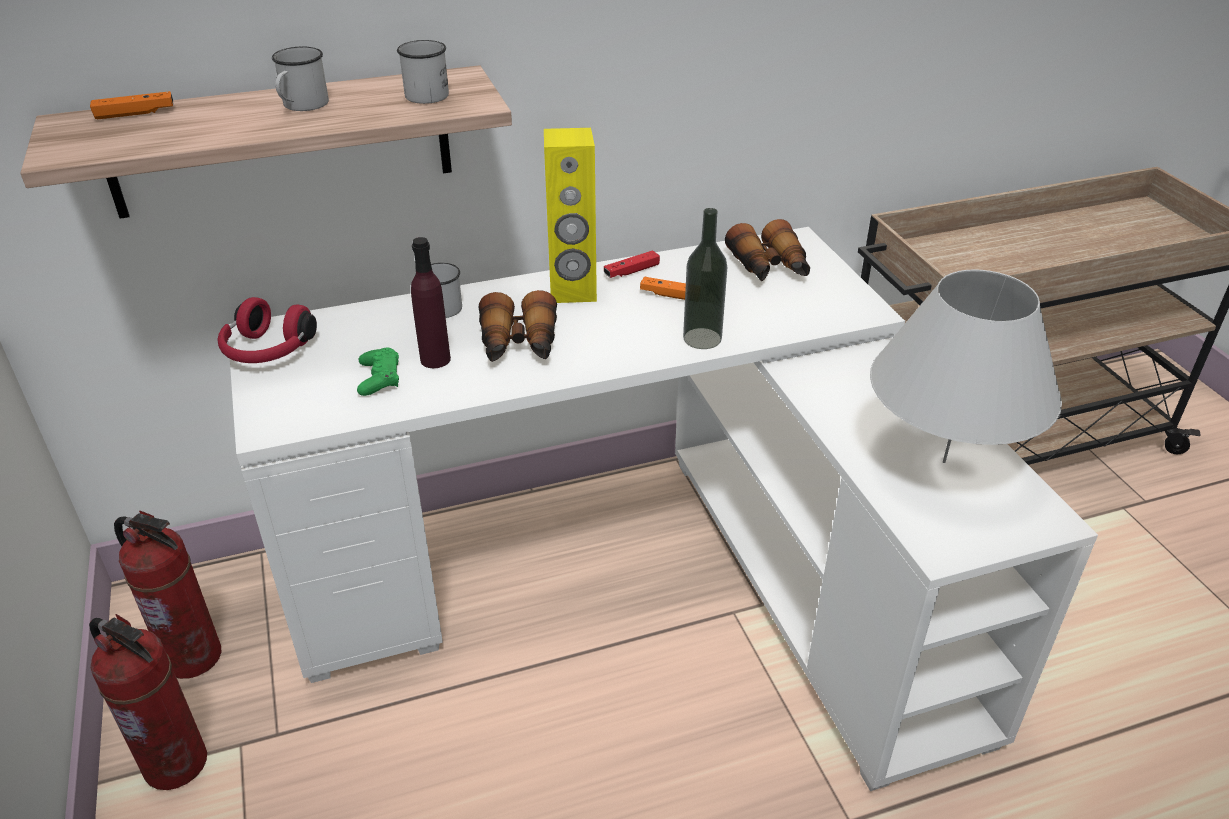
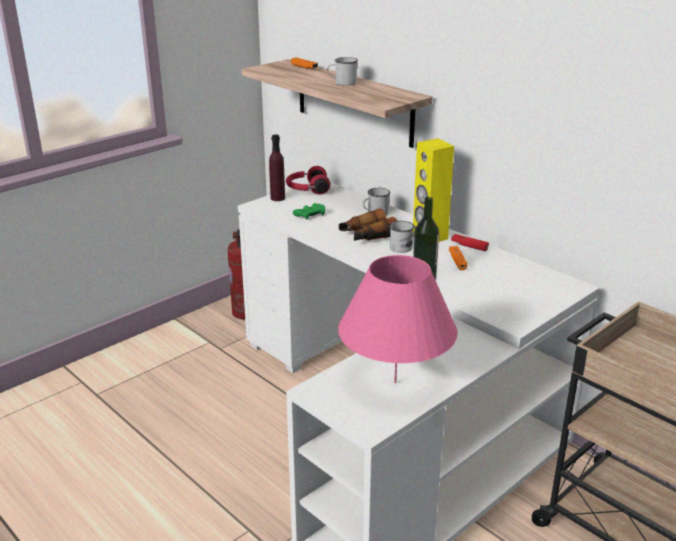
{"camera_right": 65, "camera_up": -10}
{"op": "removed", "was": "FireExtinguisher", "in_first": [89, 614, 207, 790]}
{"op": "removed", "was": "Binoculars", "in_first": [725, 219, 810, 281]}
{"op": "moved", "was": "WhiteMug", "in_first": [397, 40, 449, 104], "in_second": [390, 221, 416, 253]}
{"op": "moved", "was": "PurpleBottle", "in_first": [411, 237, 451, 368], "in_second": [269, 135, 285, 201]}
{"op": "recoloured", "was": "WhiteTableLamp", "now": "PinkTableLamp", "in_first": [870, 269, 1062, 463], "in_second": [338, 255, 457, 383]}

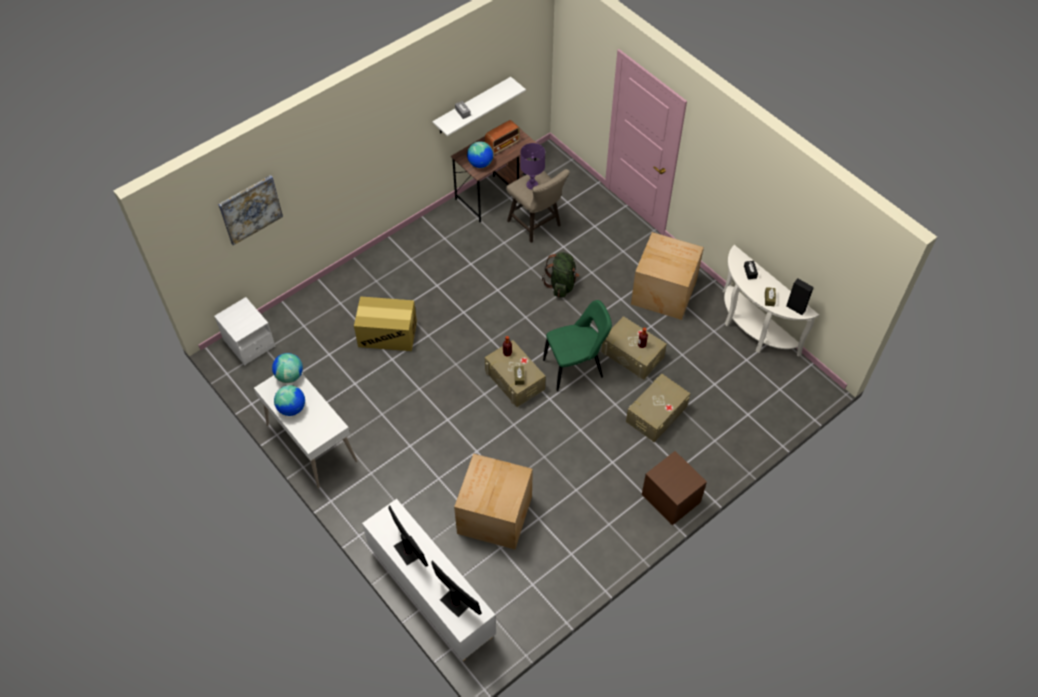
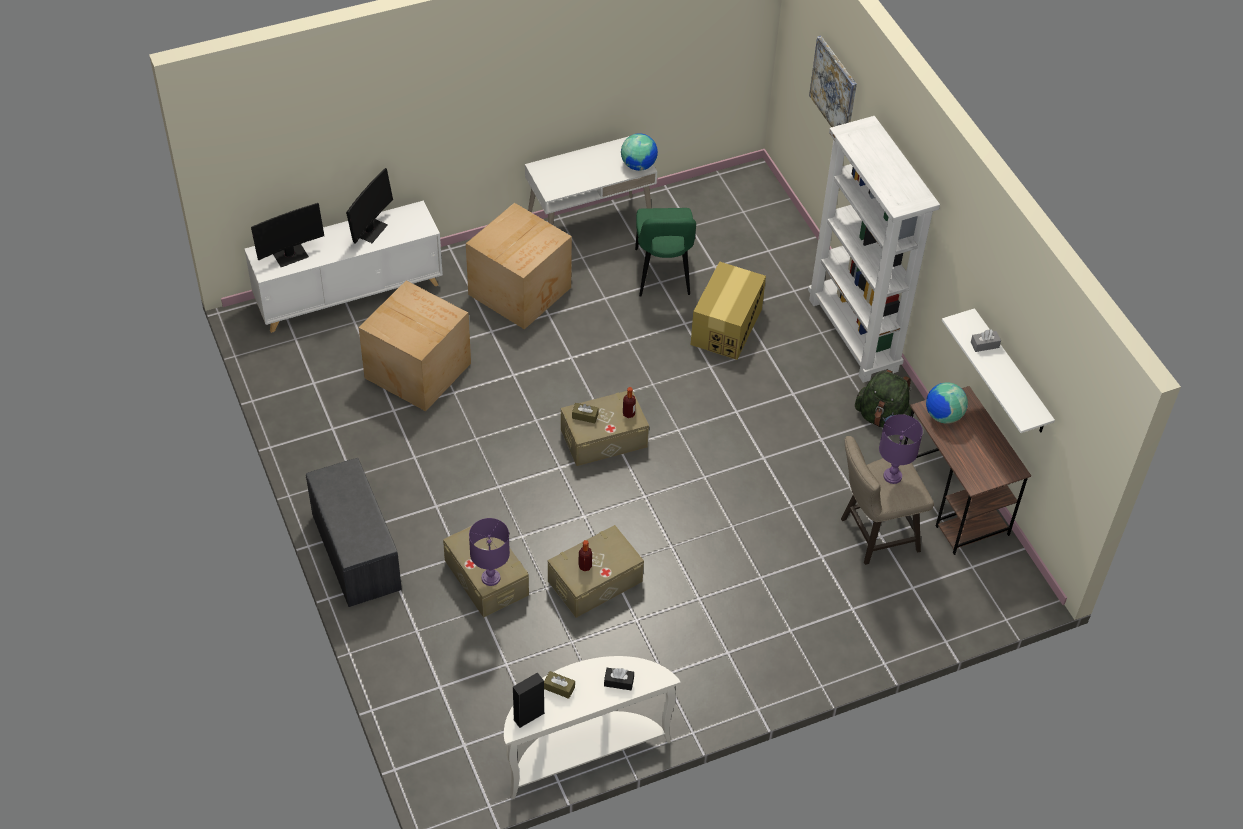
{"camera_right": 105, "camera_up": -5}
{"op": "removed", "was": "WhiteNightstand", "in_first": [214, 297, 275, 365]}
{"op": "removed", "was": "Globe", "in_first": [274, 385, 305, 416]}
{"op": "removed", "was": "Radio", "in_first": [485, 120, 520, 155]}
{"op": "added", "now": "PurpleTableLamp", "in_second": [469, 518, 510, 586]}
{"op": "added", "now": "WhiteBookcase", "in_second": [808, 116, 940, 383]}
{"op": "moved", "was": "GreenBackpack", "in_first": [542, 252, 579, 298], "in_second": [855, 370, 912, 428]}
{"op": "moved", "was": "GreenChair", "in_first": [543, 300, 612, 391], "in_second": [635, 208, 696, 297]}
{"op": "moved", "was": "CardboardBox", "in_first": [631, 232, 704, 320], "in_second": [466, 203, 572, 329]}
{"op": "replaced", "was": "BrownNightstand", "now": "GreyBench", "in_first": [642, 451, 707, 525], "in_second": [306, 458, 402, 607]}
{"op": "turned", "was": "Monitor", "in_first": [388, 506, 428, 567], "in_second": [346, 168, 393, 244], "clockwise": -45}

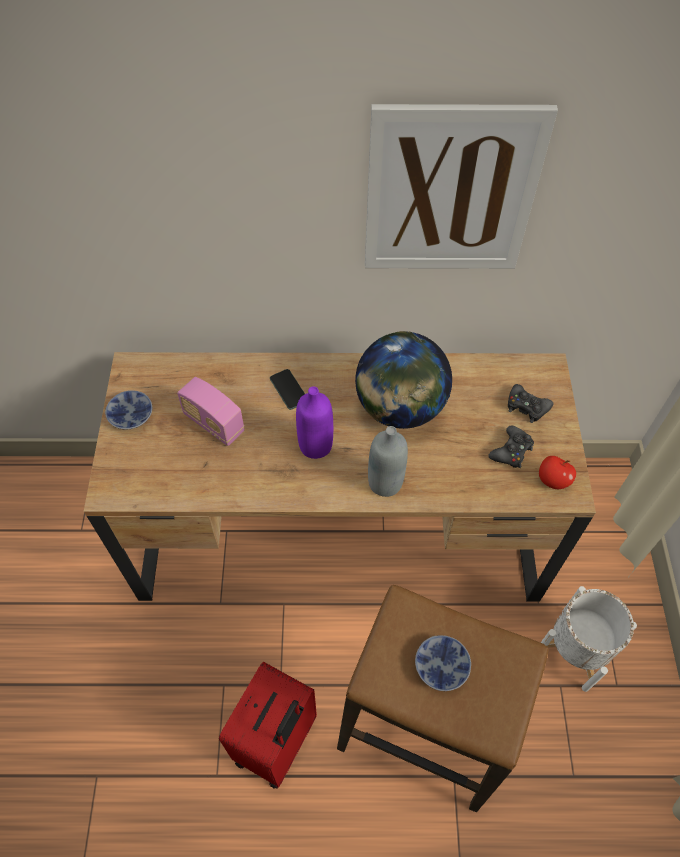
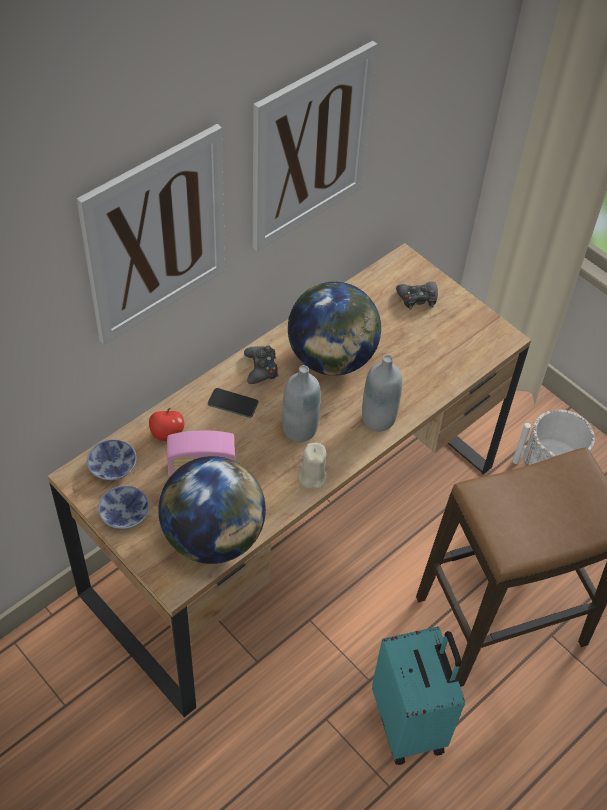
{"camera_right": -45, "camera_up": -5}
{"op": "added", "now": "Picture", "in_second": [77, 124, 225, 345]}
{"op": "added", "now": "Globe", "in_second": [158, 456, 266, 564]}
{"op": "added", "now": "BeigeCandle", "in_second": [298, 443, 327, 489]}
{"op": "moved", "was": "Bowl", "in_first": [415, 635, 471, 691], "in_second": [87, 439, 137, 480]}
{"op": "moved", "was": "BlackGameController", "in_first": [488, 425, 534, 468], "in_second": [244, 345, 279, 384]}
{"op": "moved", "was": "Apple", "in_first": [539, 456, 576, 489], "in_second": [149, 408, 184, 441]}
{"op": "recoloured", "was": "RedSuitcase", "now": "TurquoiseSuitcase", "in_first": [219, 662, 317, 789], "in_second": [372, 626, 465, 765]}
{"op": "recoloured", "was": "PurpleBottle", "now": "GreyBottle", "in_first": [296, 386, 333, 459], "in_second": [282, 365, 321, 442]}

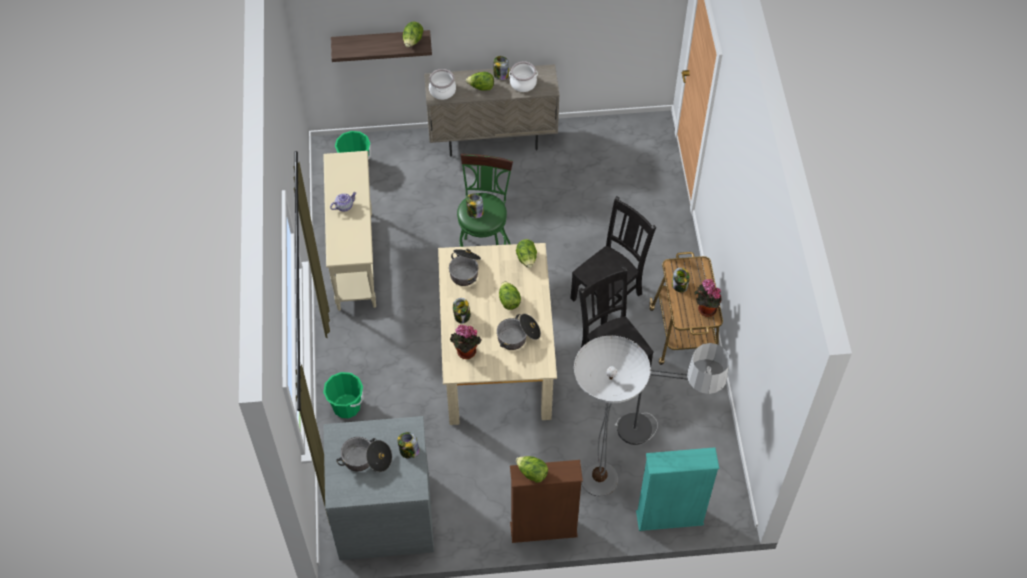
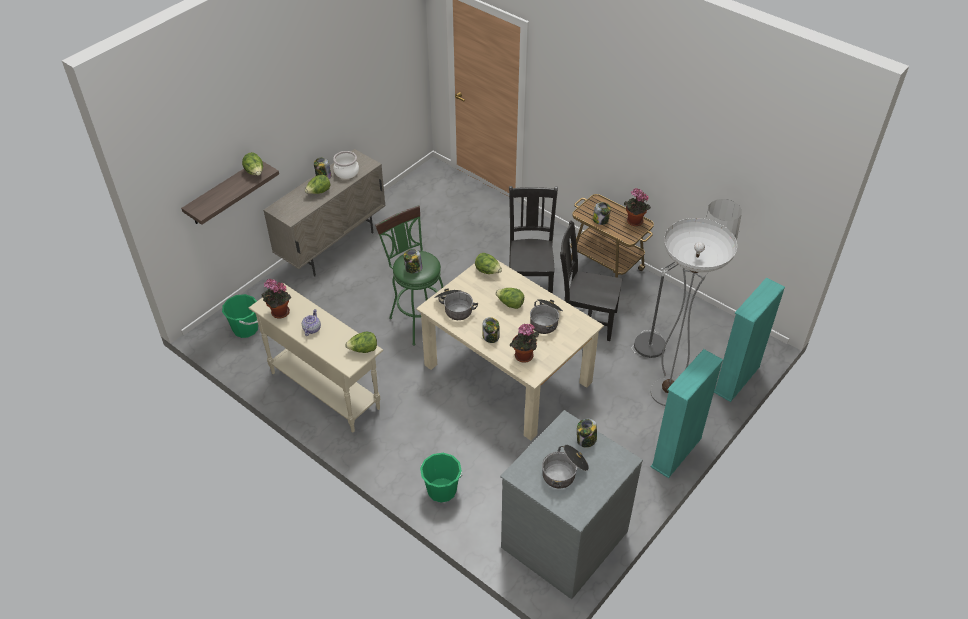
{"camera_right": -45, "camera_up": -10}
{"op": "removed", "was": "CookingPot", "in_first": [429, 69, 456, 100]}
{"op": "added", "now": "PottedPlant", "in_second": [261, 279, 292, 319]}
{"op": "moved", "was": "Lettuce", "in_first": [516, 456, 548, 483], "in_second": [345, 332, 377, 353]}
{"op": "recoloured", "was": "BrownBookcase", "now": "TurquoiseBookcase", "in_first": [510, 460, 583, 543], "in_second": [651, 349, 723, 478]}

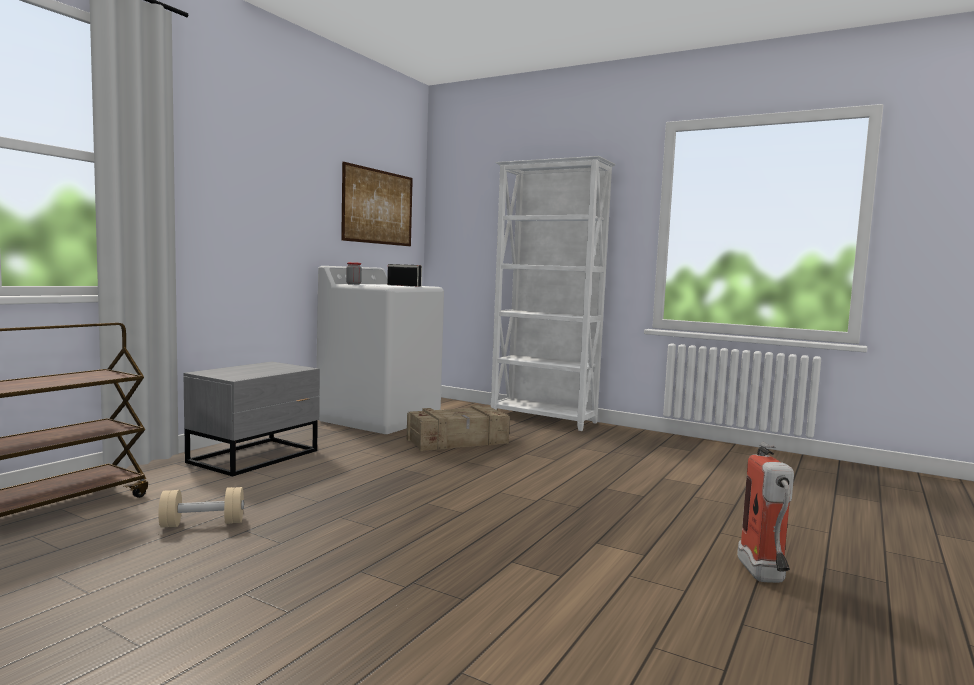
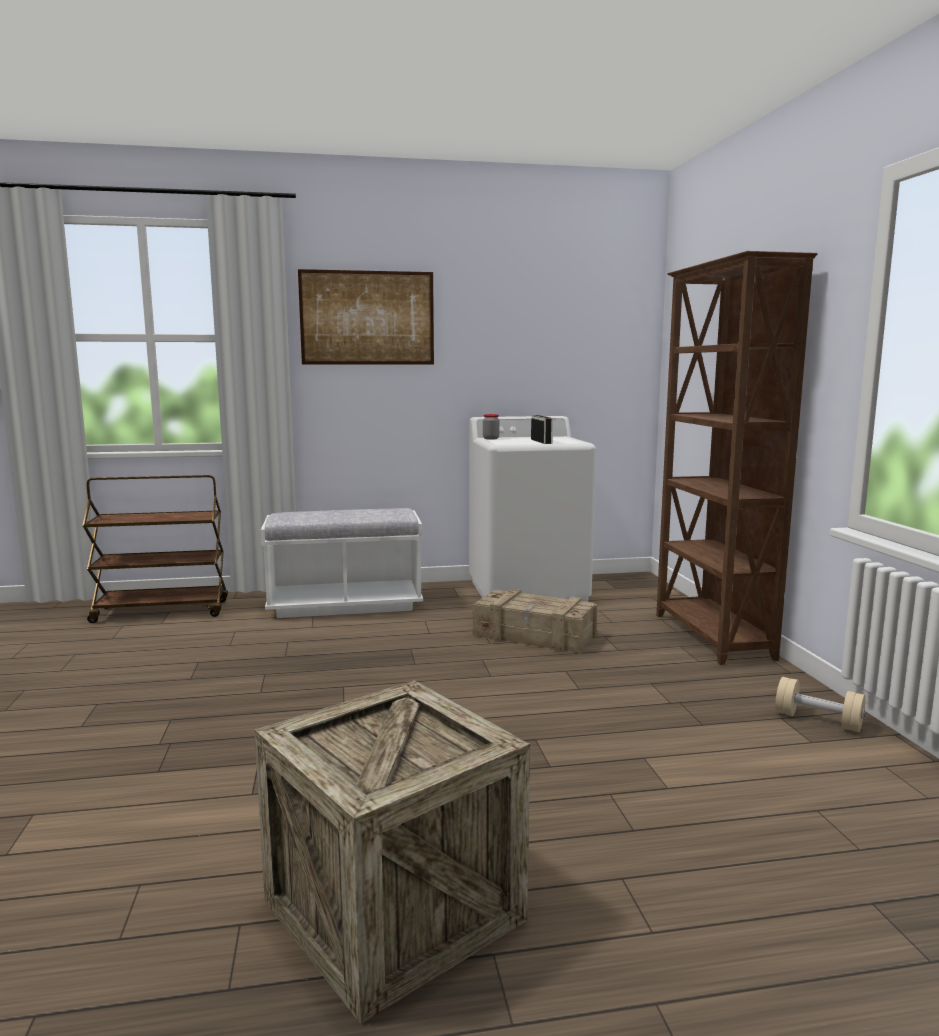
{"camera_right": 50, "camera_up": 5}
{"op": "moved", "was": "BeigeDumbbell", "in_first": [158, 487, 244, 528], "in_second": [775, 677, 865, 732]}
{"op": "moved", "was": "Picture", "in_first": [341, 162, 413, 246], "in_second": [298, 269, 434, 365]}
{"op": "replaced", "was": "GreyNightstand", "now": "WhiteBench", "in_first": [183, 362, 320, 477], "in_second": [261, 508, 423, 618]}
{"op": "replaced", "was": "FireExtinguisher", "now": "Crate", "in_first": [737, 442, 794, 583], "in_second": [254, 680, 530, 1024]}
{"op": "recoloured", "was": "WhiteBookcase", "now": "BrownBookcase", "in_first": [491, 156, 616, 431], "in_second": [656, 251, 818, 665]}

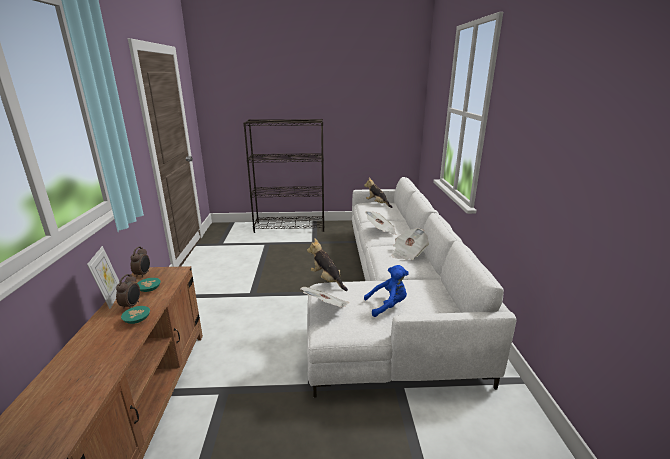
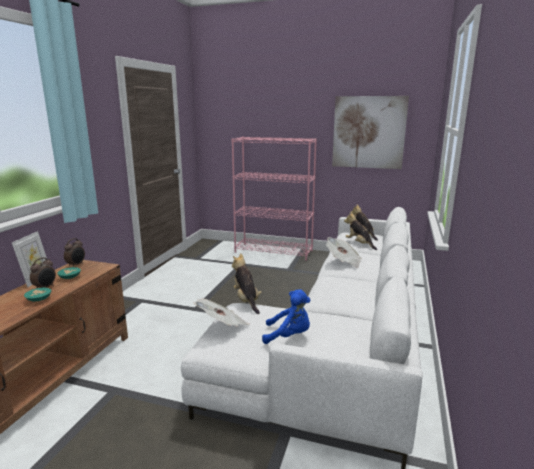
{"camera_right": 20, "camera_up": -5}
{"op": "removed", "was": "Newspaper", "in_first": [392, 228, 429, 260]}
{"op": "added", "now": "Picture", "in_second": [332, 96, 409, 169]}
{"op": "added", "now": "PlushToy", "in_second": [344, 212, 377, 250]}
{"op": "recoloured", "was": "BlackBookcase", "now": "PinkBookcase", "in_first": [243, 119, 324, 233], "in_second": [232, 137, 317, 261]}

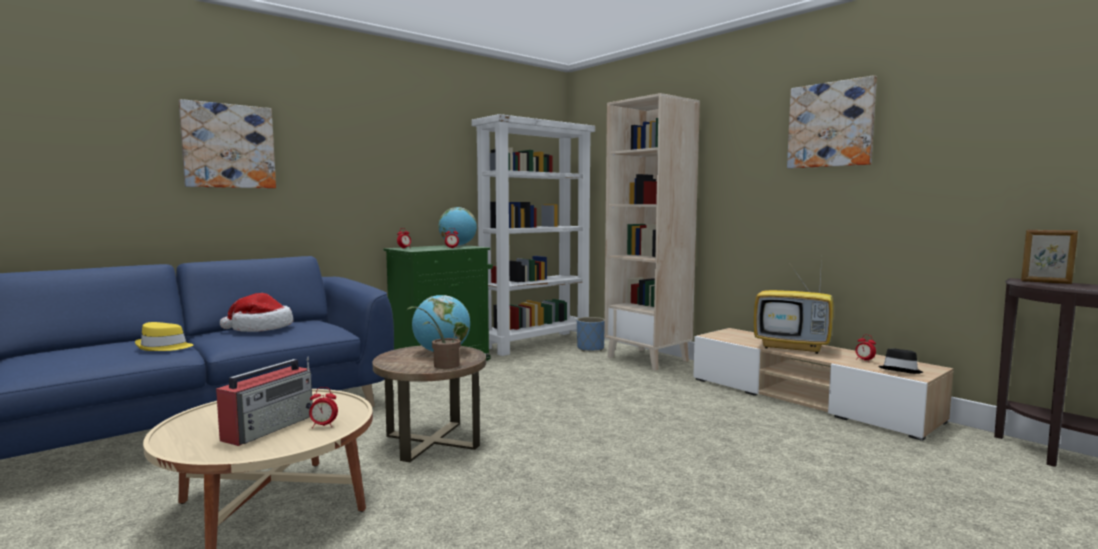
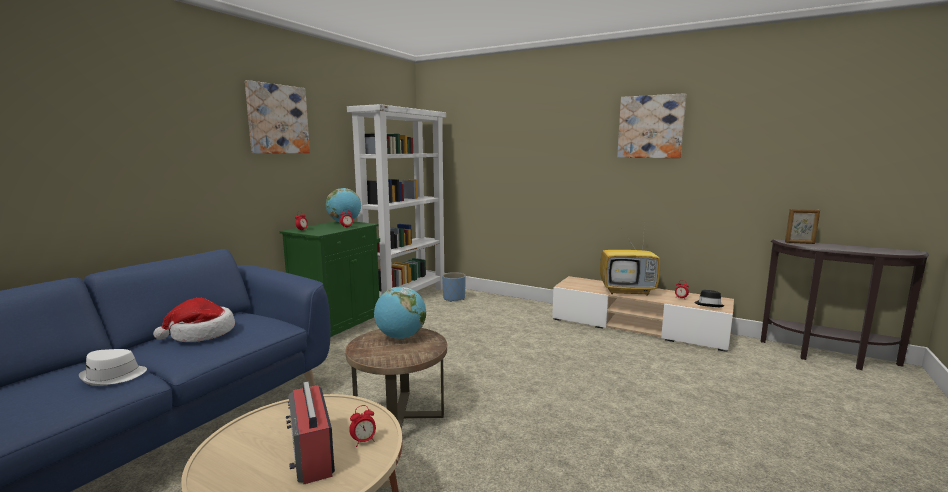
{"camera_right": -20, "camera_up": 5}
{"op": "removed", "was": "PottedPlant", "in_first": [406, 306, 465, 369]}
{"op": "removed", "was": "BeigeBookcase", "in_first": [604, 93, 700, 371]}
{"op": "moved", "was": "Picture", "in_first": [179, 99, 276, 188], "in_second": [245, 80, 310, 154]}
{"op": "recoloured", "was": "YellowHat", "now": "WhiteHat", "in_first": [135, 322, 193, 351], "in_second": [79, 349, 147, 386]}
{"op": "turned", "was": "Radio", "in_first": [216, 356, 313, 446], "in_second": [286, 381, 335, 485], "clockwise": 150}

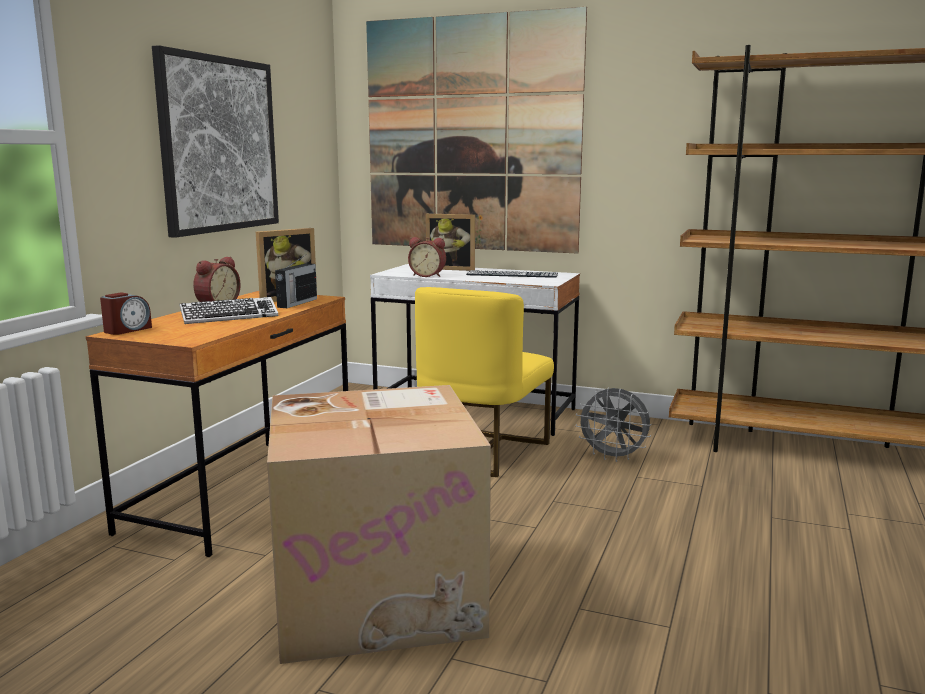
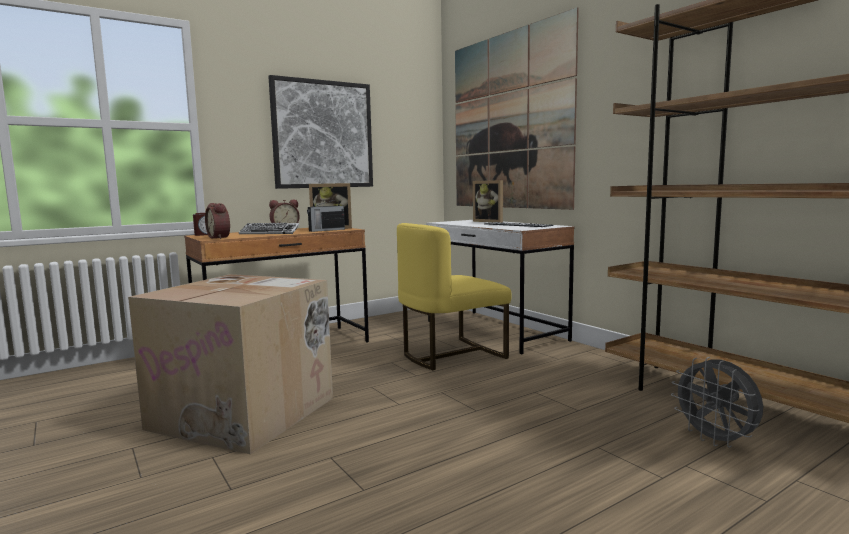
{"camera_right": 35, "camera_up": -5}
{"op": "moved", "was": "AlarmClock", "in_first": [408, 237, 446, 277], "in_second": [205, 203, 230, 239]}
{"op": "moved", "was": "GreyFan", "in_first": [575, 387, 652, 462], "in_second": [671, 357, 763, 447]}

